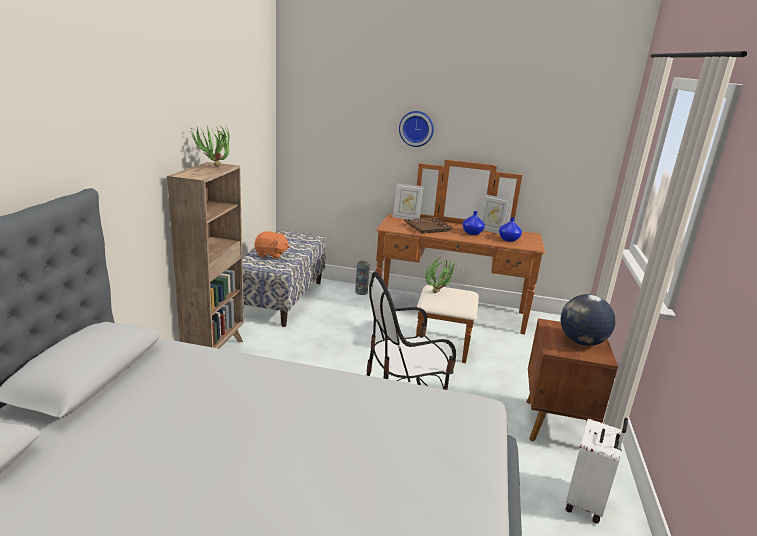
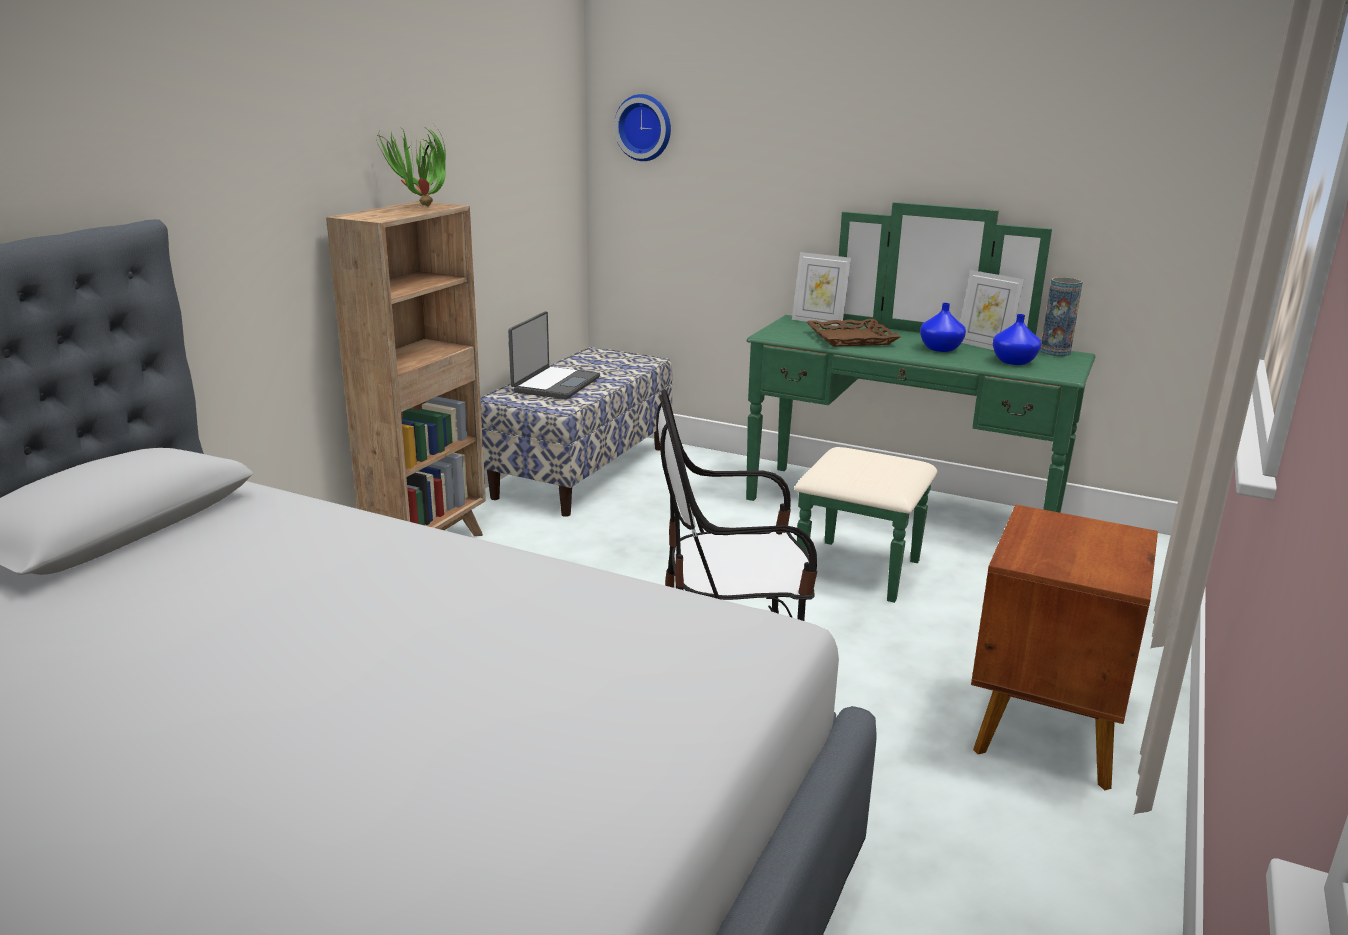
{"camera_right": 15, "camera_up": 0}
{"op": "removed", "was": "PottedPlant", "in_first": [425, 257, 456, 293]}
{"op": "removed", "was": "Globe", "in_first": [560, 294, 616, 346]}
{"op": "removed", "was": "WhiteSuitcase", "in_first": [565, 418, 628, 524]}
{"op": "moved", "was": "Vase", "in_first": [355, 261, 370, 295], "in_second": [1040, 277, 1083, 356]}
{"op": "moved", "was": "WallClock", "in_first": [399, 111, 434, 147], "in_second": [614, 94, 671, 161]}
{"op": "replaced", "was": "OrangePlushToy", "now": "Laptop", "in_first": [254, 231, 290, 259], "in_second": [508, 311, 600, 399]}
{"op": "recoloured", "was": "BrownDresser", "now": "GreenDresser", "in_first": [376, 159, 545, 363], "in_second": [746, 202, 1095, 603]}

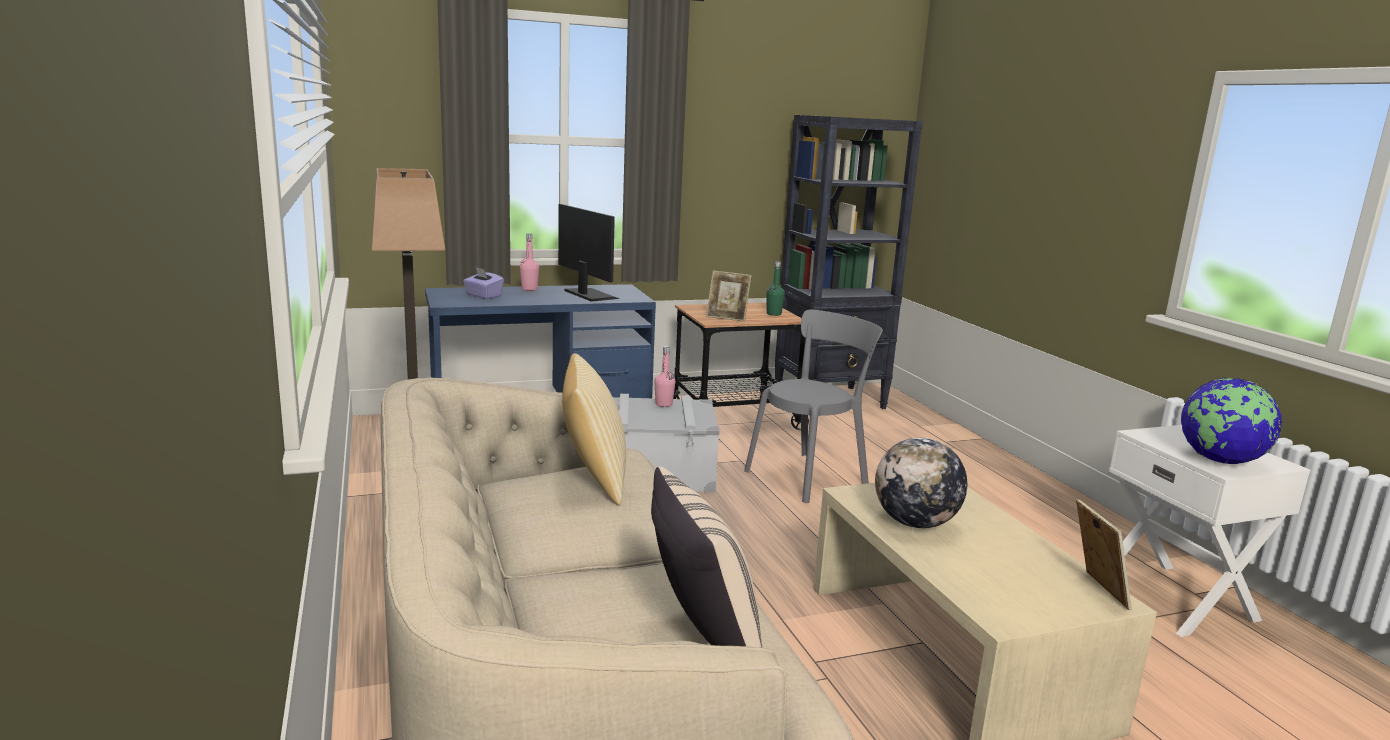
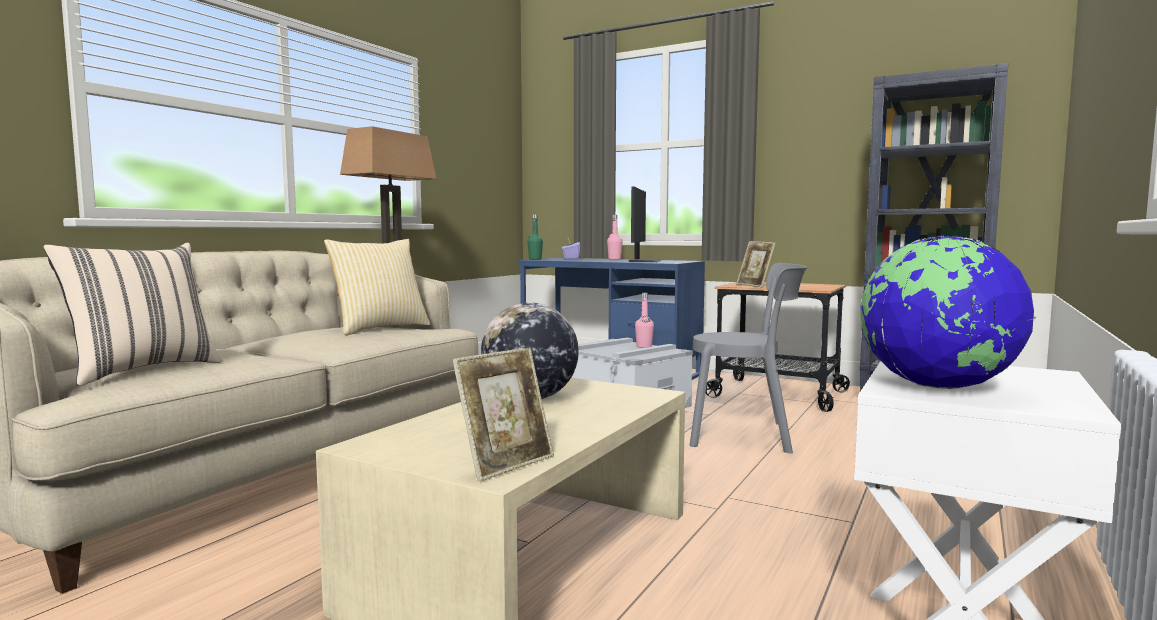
{"camera_right": 50, "camera_up": -10}
{"op": "moved", "was": "GreenBottle", "in_first": [766, 261, 785, 316], "in_second": [527, 215, 543, 260]}

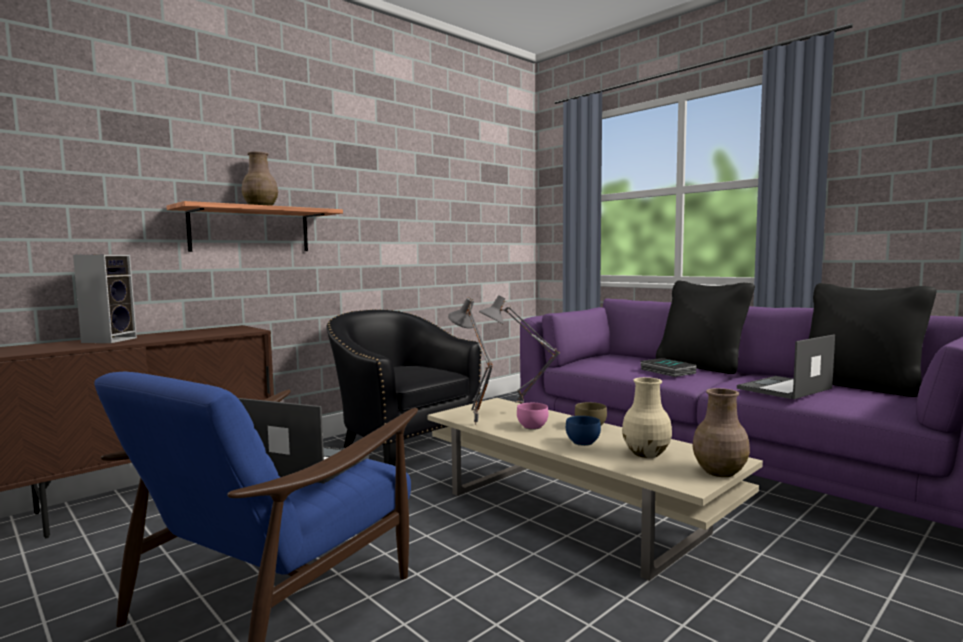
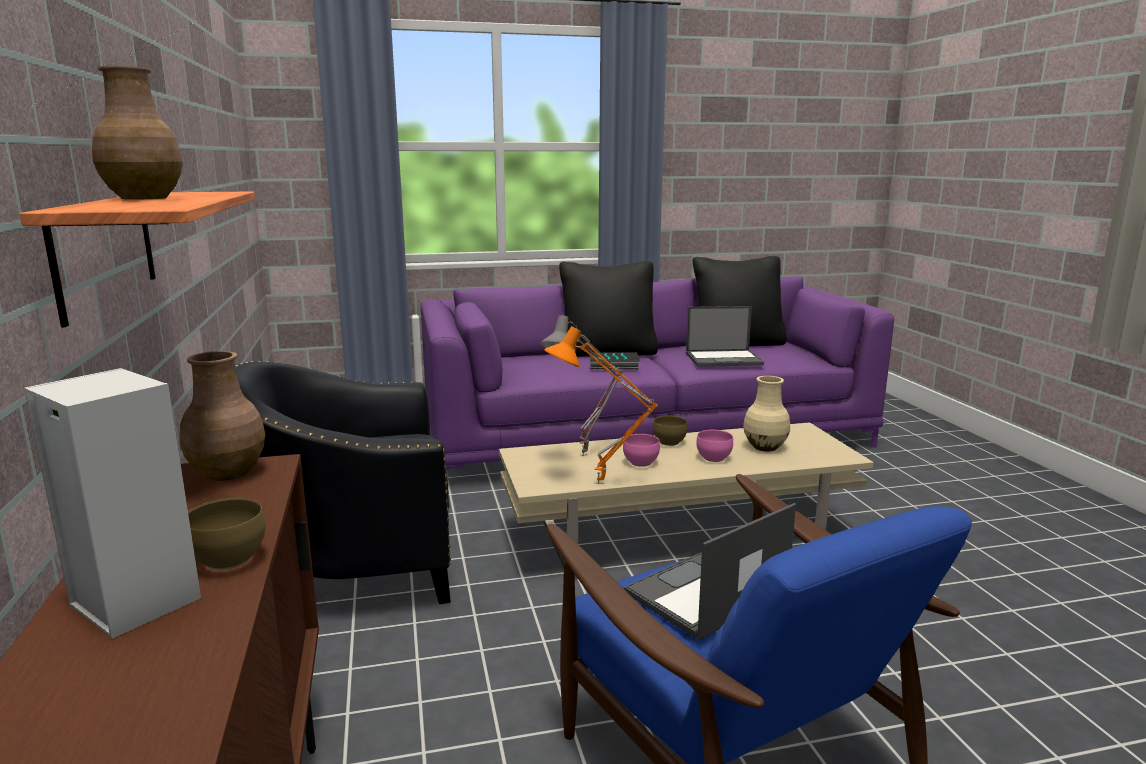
{"camera_right": -60, "camera_up": 10}
{"op": "added", "now": "BrownBowl", "in_second": [188, 498, 265, 570]}
{"op": "moved", "was": "BrownVase", "in_first": [692, 388, 750, 477], "in_second": [180, 351, 265, 481]}
{"op": "recoloured", "was": "GreyTableLamp", "now": "OrangeTableLamp", "in_first": [448, 297, 493, 426], "in_second": [544, 326, 658, 484]}
{"op": "recoloured", "was": "BlueBowl", "now": "PinkBowl", "in_first": [566, 416, 601, 446], "in_second": [696, 430, 733, 462]}
{"op": "turned", "was": "Laptop", "in_first": [737, 334, 835, 399], "in_second": [686, 306, 764, 367], "clockwise": -90}

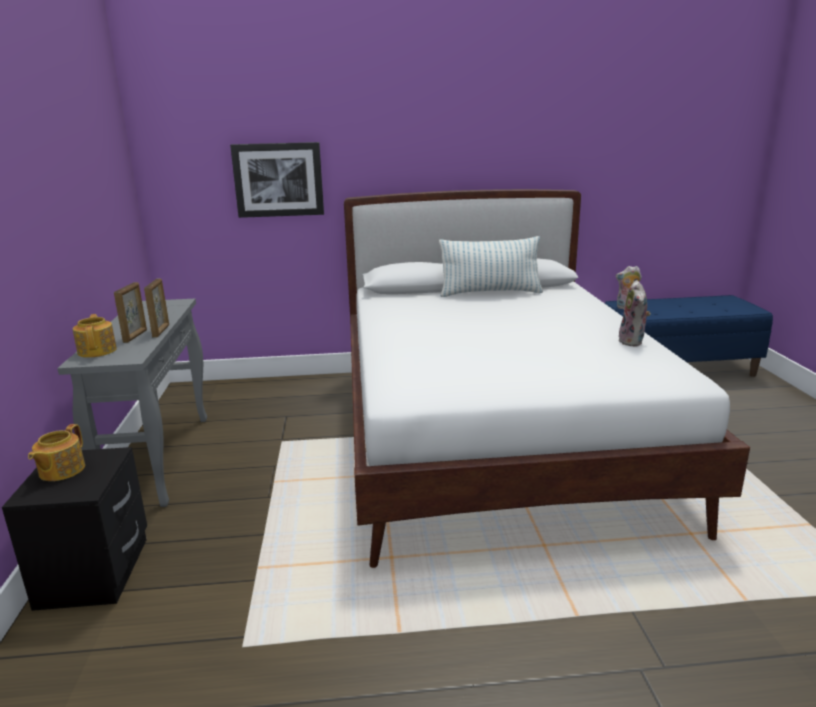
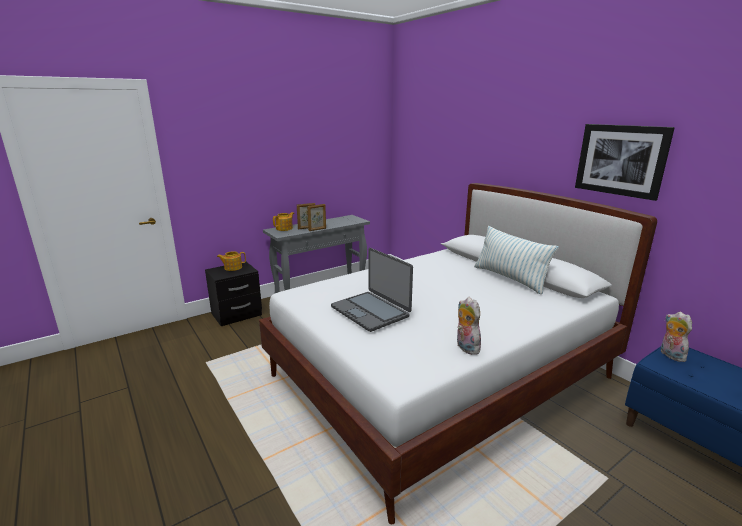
{"camera_right": 60, "camera_up": 0}
{"op": "added", "now": "Laptop", "in_second": [331, 248, 413, 332]}
{"op": "moved", "was": "Picture", "in_first": [230, 142, 324, 218], "in_second": [575, 124, 675, 201]}
{"op": "turned", "was": "PlushToy", "in_first": [619, 280, 651, 347], "in_second": [457, 297, 483, 355], "clockwise": 90}

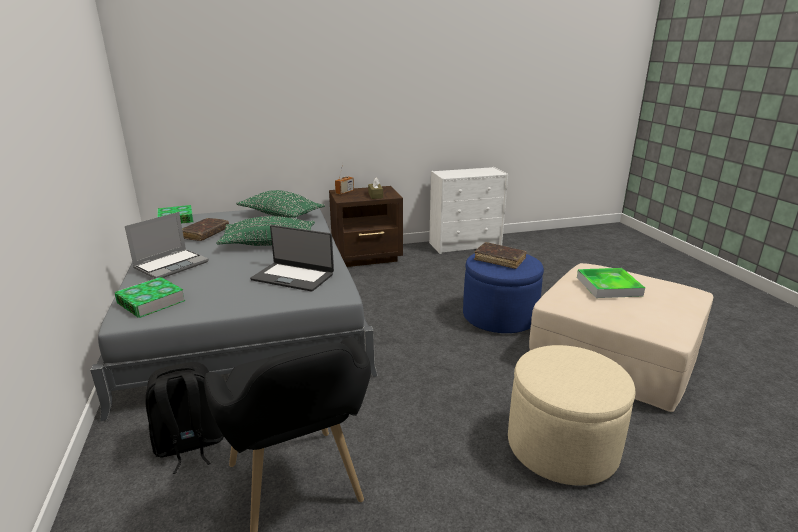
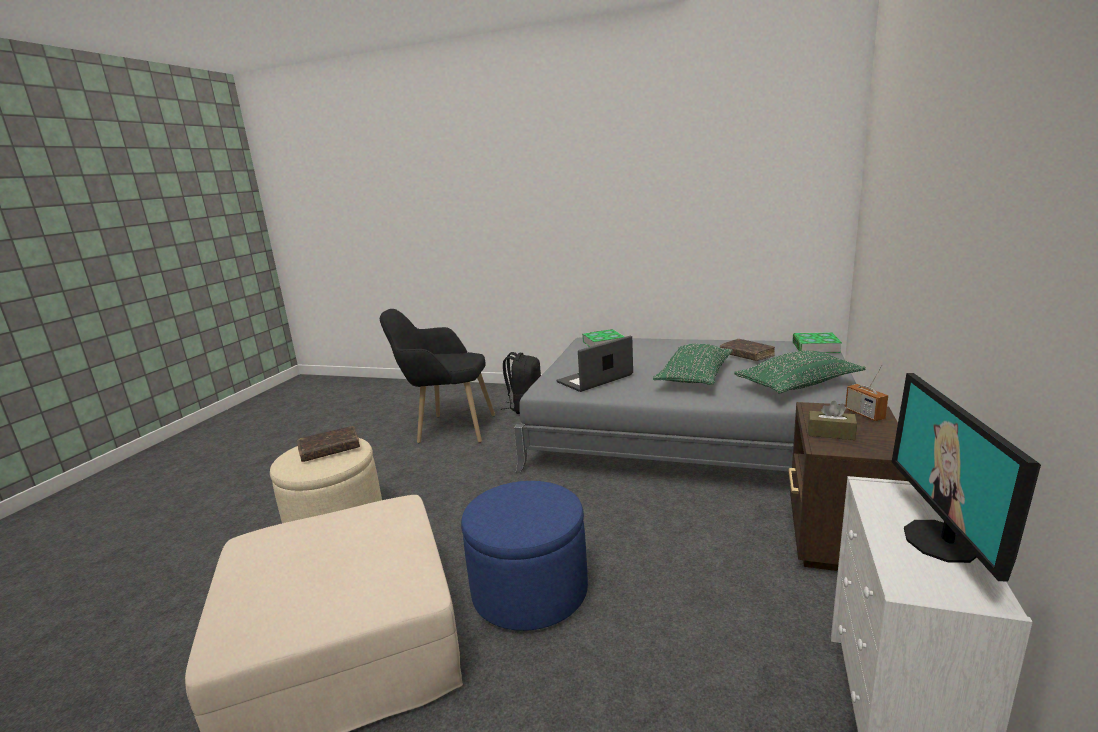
{"camera_right": 125, "camera_up": -5}
{"op": "removed", "was": "Laptop", "in_first": [125, 212, 209, 279]}
{"op": "removed", "was": "Tray", "in_first": [577, 268, 645, 298]}
{"op": "added", "now": "Monitor", "in_second": [892, 373, 1041, 582]}
{"op": "moved", "was": "BrownBook", "in_first": [474, 242, 527, 269], "in_second": [297, 426, 360, 462]}

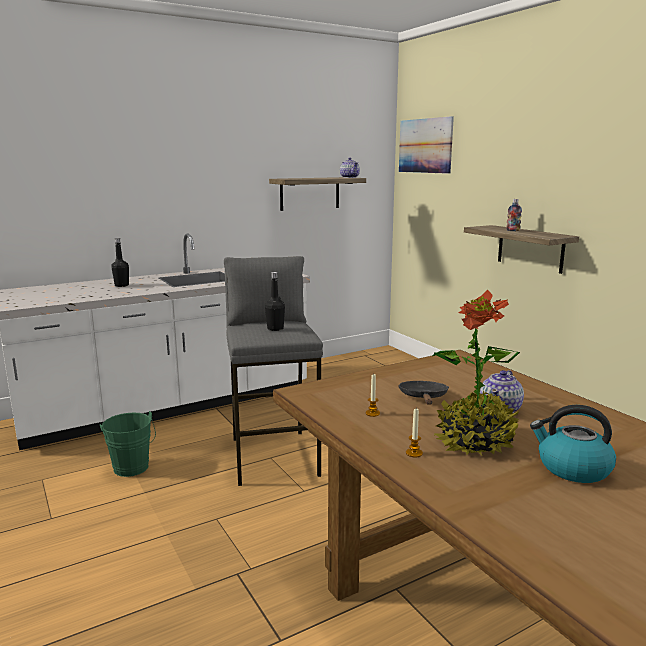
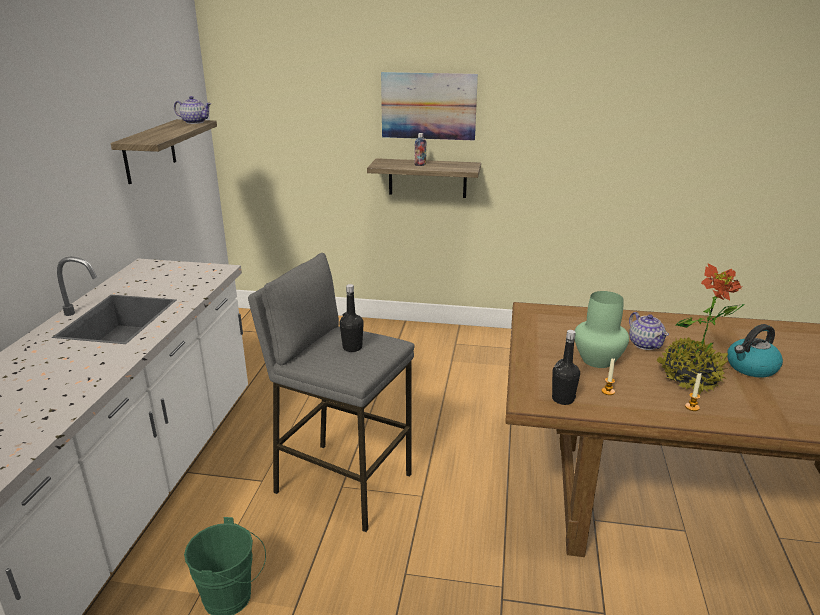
{"camera_right": -50, "camera_up": 10}
{"op": "moved", "was": "BlackBottle", "in_first": [111, 238, 129, 287], "in_second": [552, 330, 580, 405]}
{"op": "moved", "was": "Picture", "in_first": [399, 116, 454, 174], "in_second": [381, 72, 478, 141]}
{"op": "replaced", "was": "BlackFryingPan", "now": "GreenVase", "in_first": [398, 381, 449, 405], "in_second": [575, 291, 629, 368]}

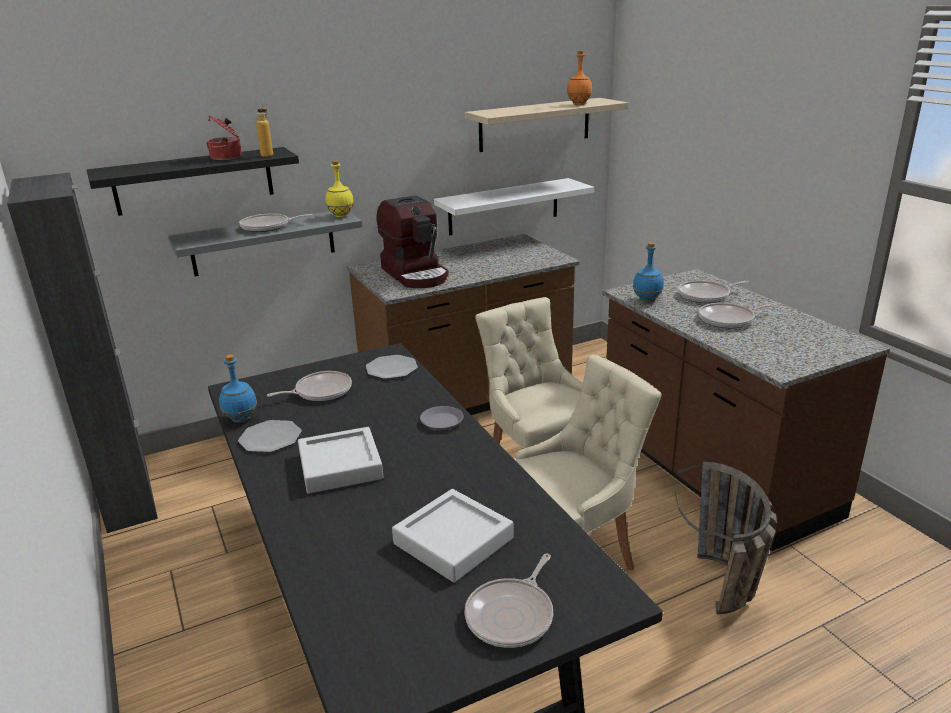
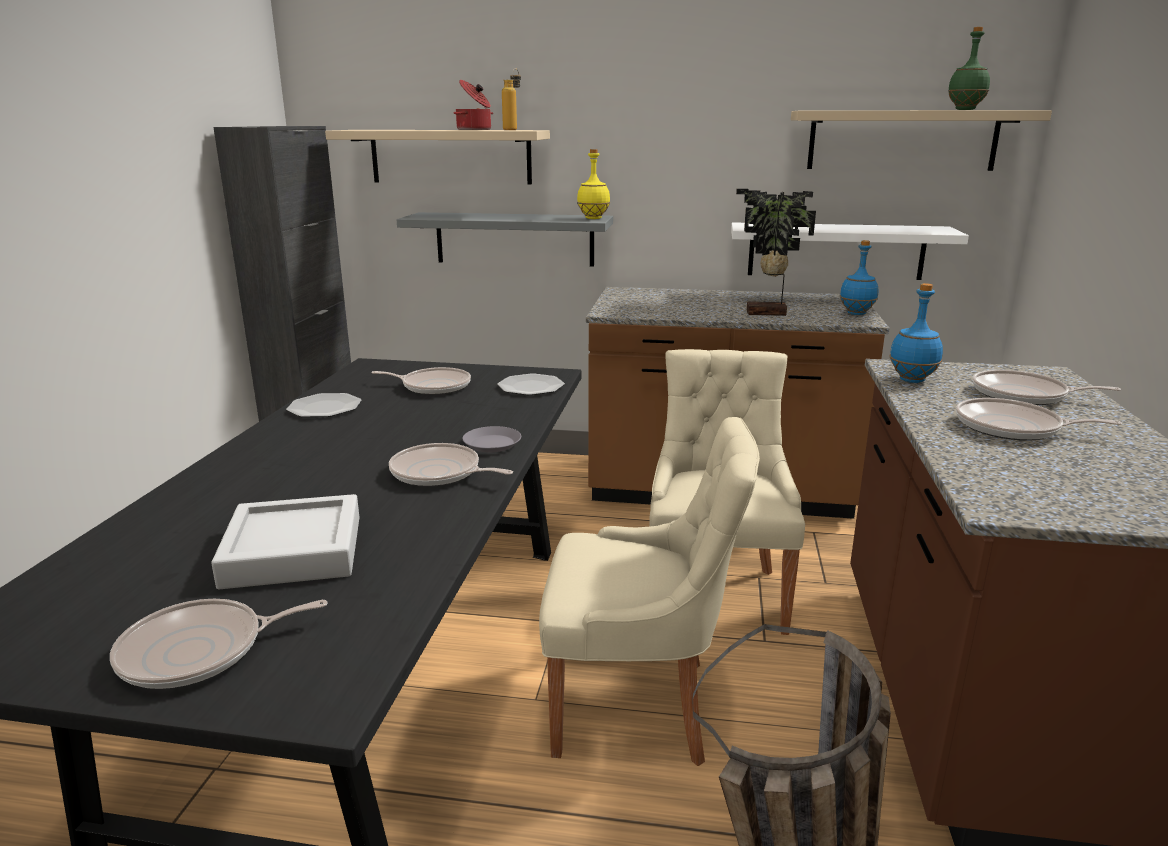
{"camera_right": 35, "camera_up": -5}
{"op": "removed", "was": "GreyTray", "in_first": [298, 427, 383, 494]}
{"op": "removed", "was": "CoffeeMachine", "in_first": [377, 195, 449, 288]}
{"op": "added", "now": "PottedPlant", "in_second": [736, 189, 816, 316]}
{"op": "moved", "was": "BlueBottle", "in_first": [219, 354, 257, 423], "in_second": [840, 240, 878, 315]}
{"op": "moved", "was": "FryingPan", "in_first": [239, 214, 313, 232], "in_second": [389, 443, 513, 487]}
{"op": "recoloured", "was": "BlackShelf", "now": "BeigeShelf", "in_first": [87, 147, 299, 216], "in_second": [325, 130, 550, 184]}
{"op": "recoloured", "was": "OrangeBottle", "now": "GreenBottle", "in_first": [567, 51, 592, 105], "in_second": [948, 27, 990, 110]}

